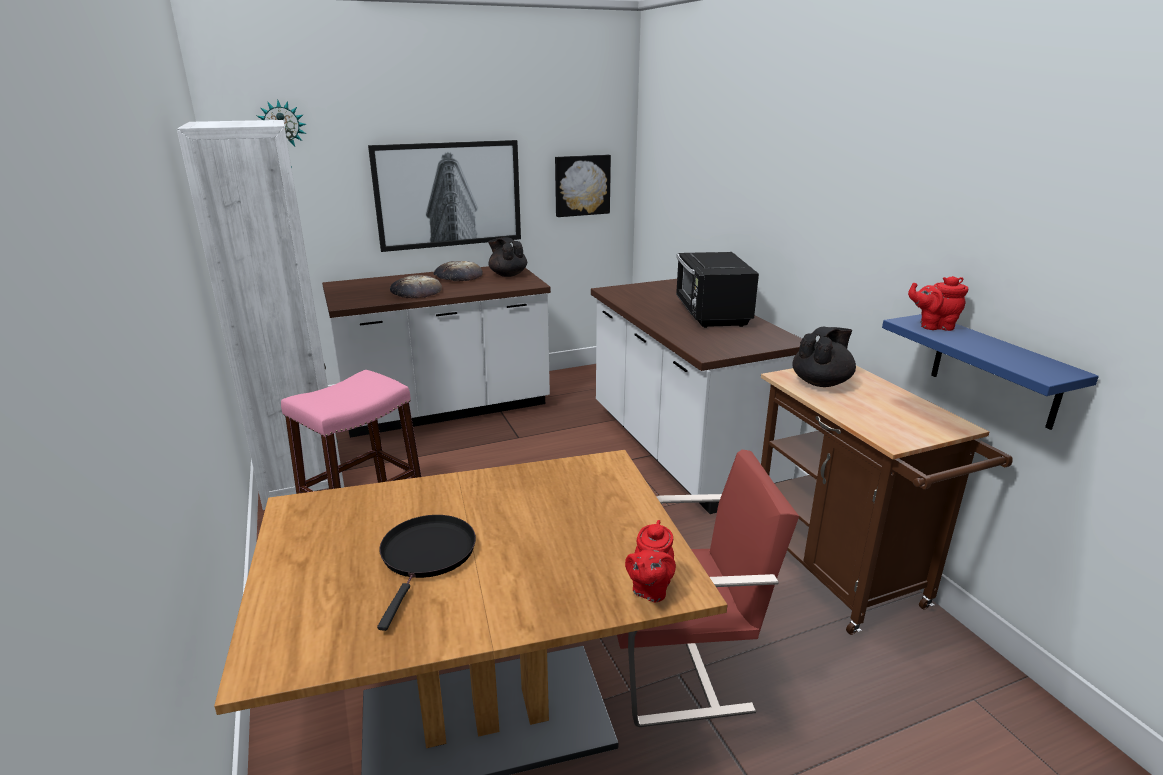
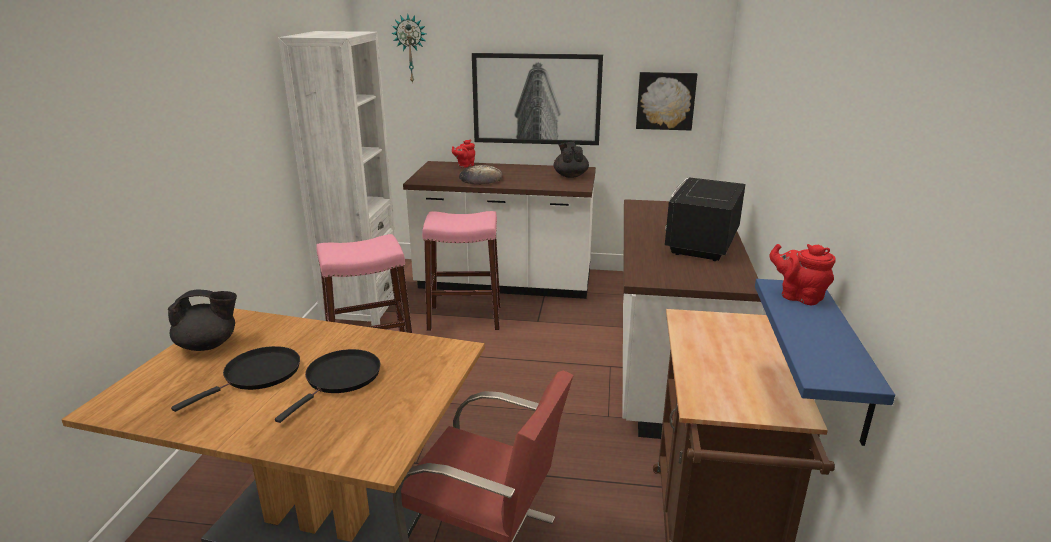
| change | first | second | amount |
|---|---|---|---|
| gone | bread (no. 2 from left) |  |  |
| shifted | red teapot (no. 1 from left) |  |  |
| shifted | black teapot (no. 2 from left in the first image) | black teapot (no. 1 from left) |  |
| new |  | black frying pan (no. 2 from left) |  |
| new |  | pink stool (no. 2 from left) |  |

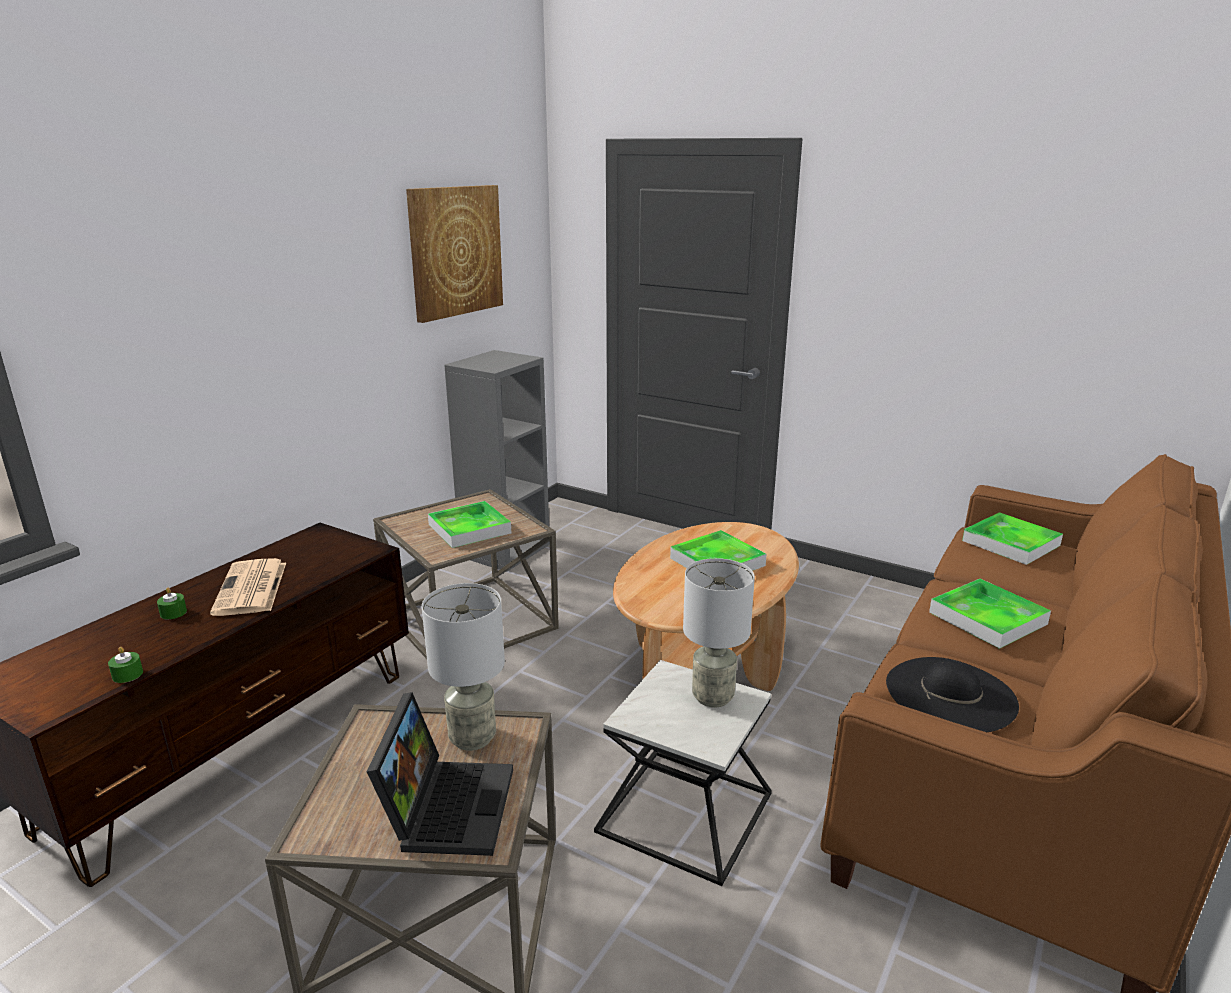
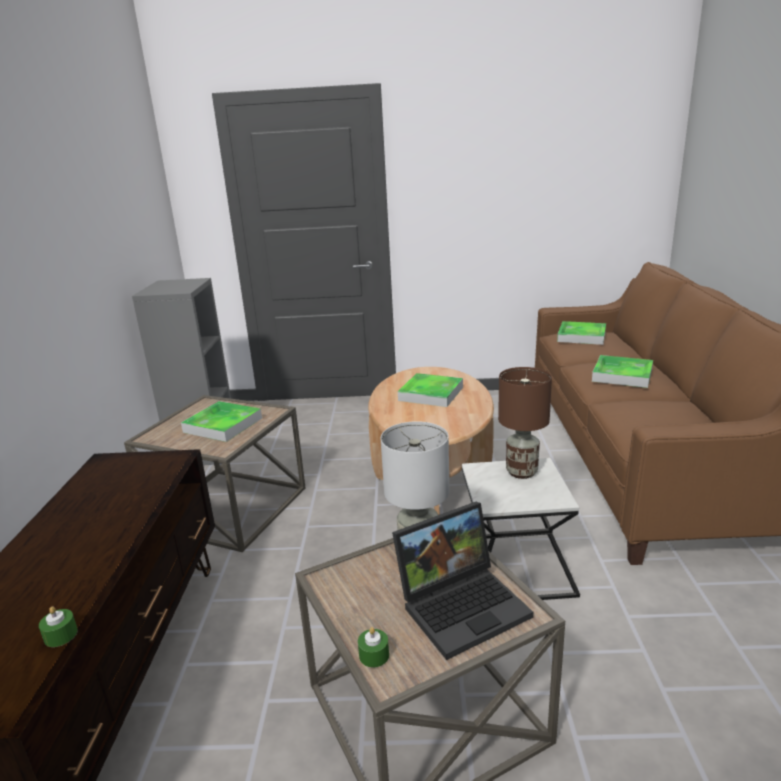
| change | first | second | amount |
|---|---|---|---|
| shifted | green candle (no. 2 from left) |  |  |
| gone | newspaper |  |  |
| rotated | laptop |  | 90 degrees clockwise |
| gone | picture |  |  |
| repainted | grey table lamp (no. 2 from left) | brown table lamp |  |
| gone | black hat |  |  |

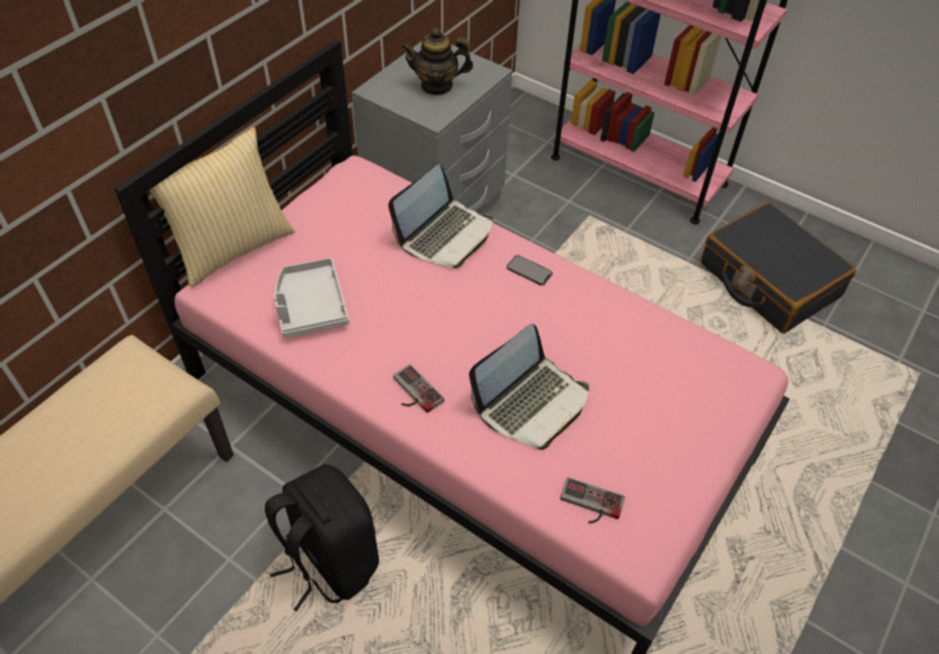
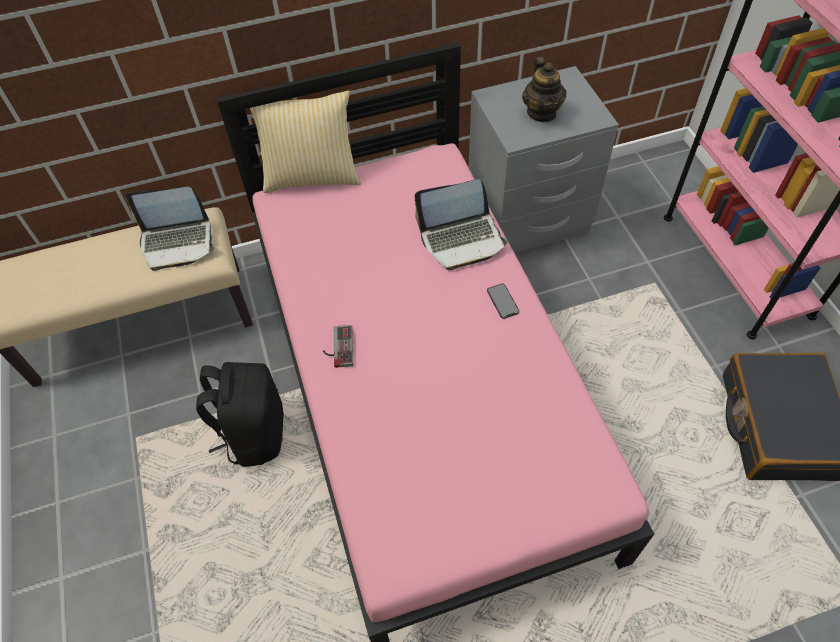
| change | first | second | amount |
|---|---|---|---|
| gone | grey tray |  |  |
| rotated | teapot |  | 135 degrees counterclockwise |
| shifted | laptop (no. 2 from left in the first image) | laptop (no. 1 from left) |  |
| gone | game controller (no. 2 from left) |  |  |

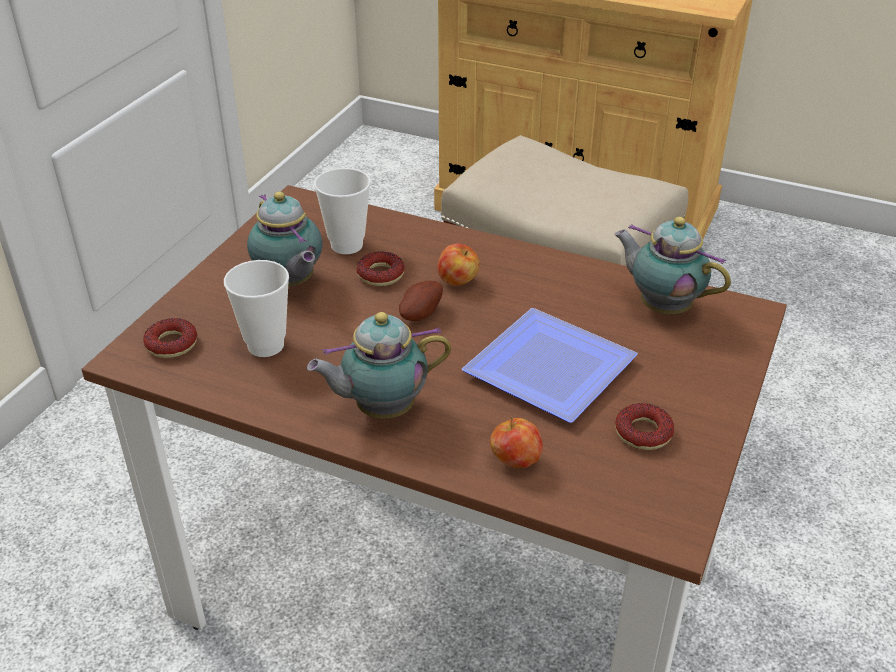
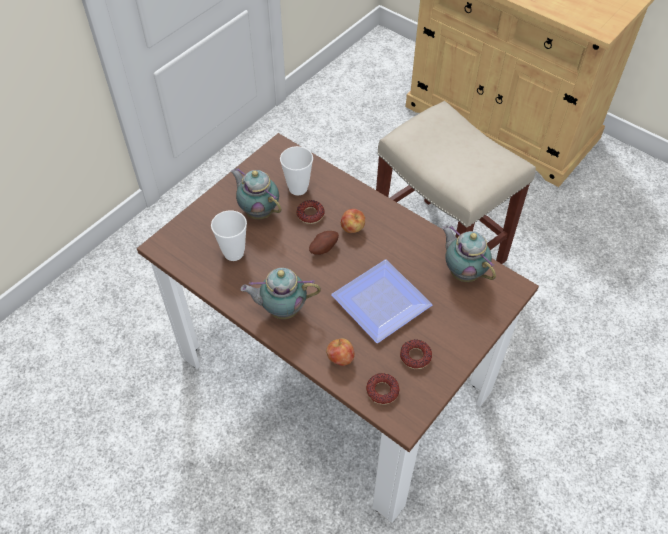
| change | first | second | amount |
|---|---|---|---|
| shifted | donut (no. 1 from left in the first image) | donut (no. 2 from left) |  |
| rotated | teapot (no. 1 from left) |  | 150 degrees clockwise |

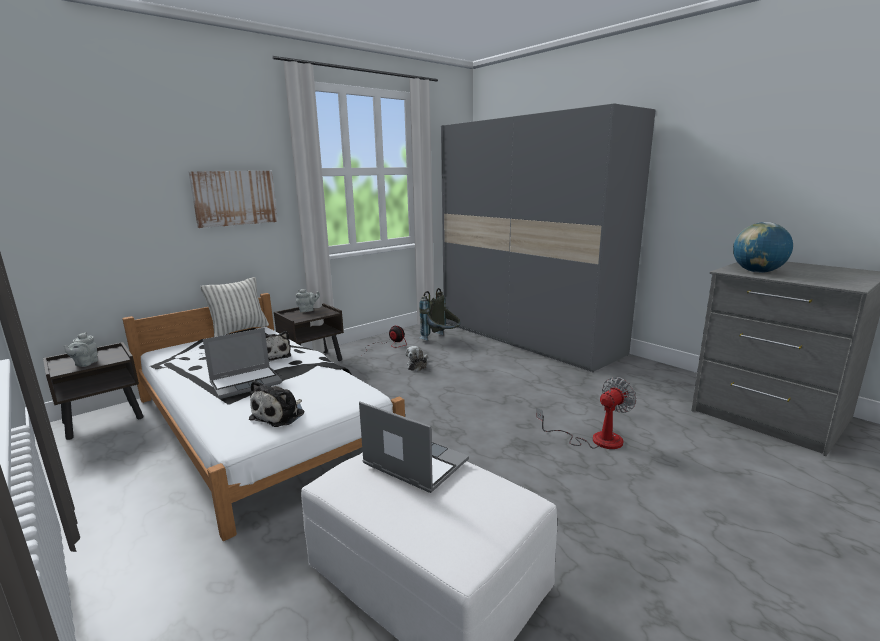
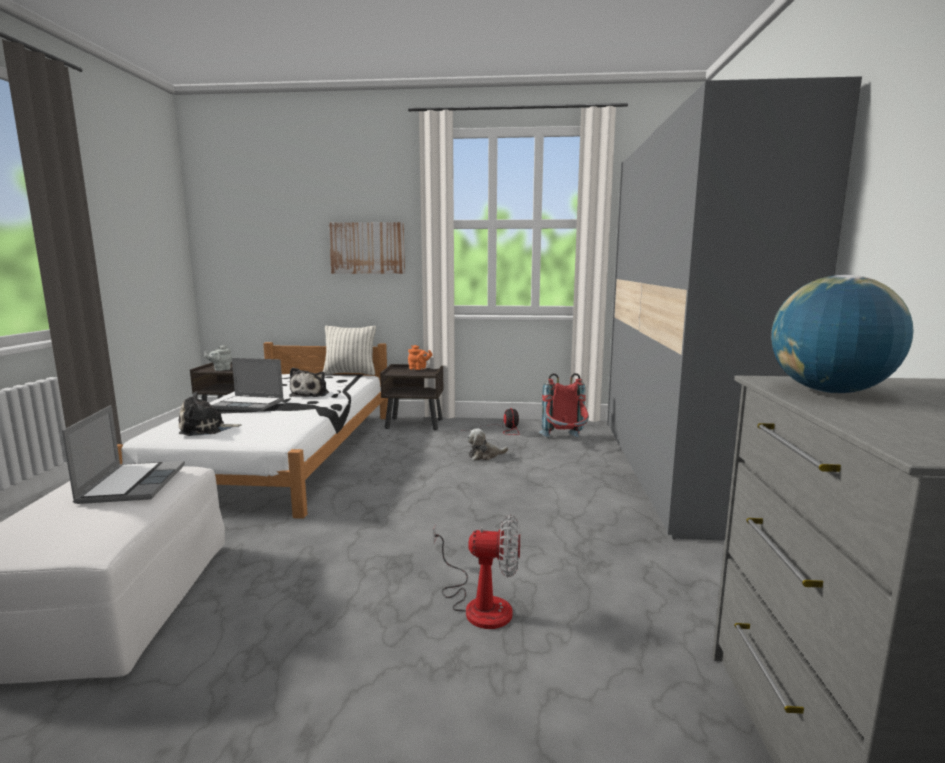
| change | first | second | amount |
|---|---|---|---|
| repainted | grey teapot (no. 2 from left) | orange teapot |  |
| repainted | grey backpack | red backpack |  |

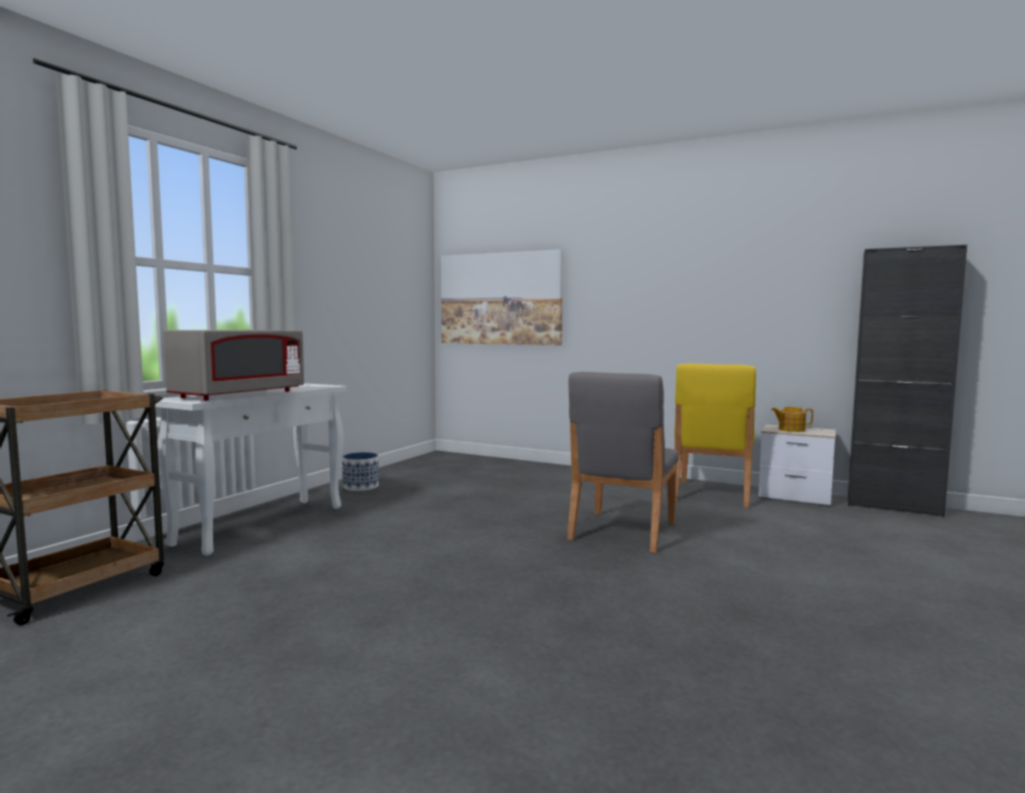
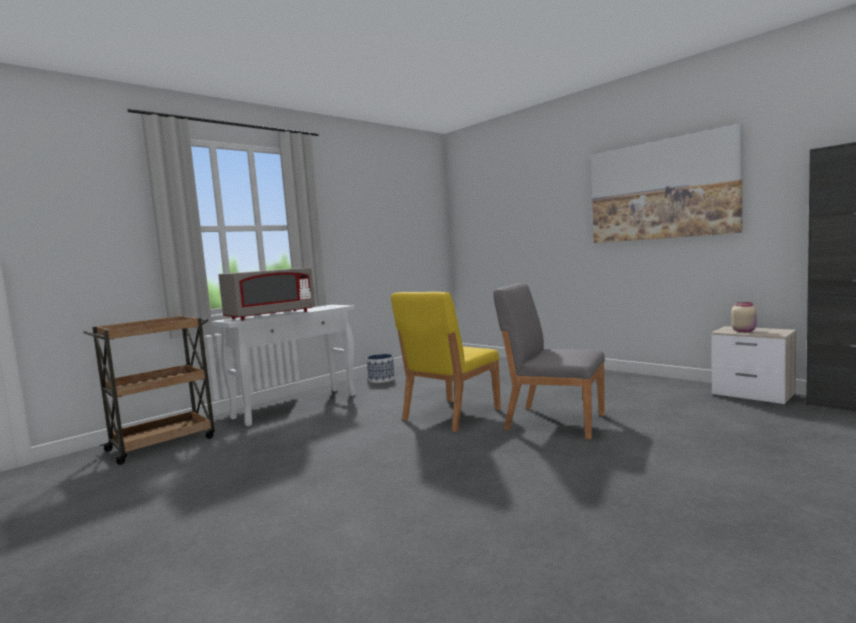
| change | first | second | amount |
|---|---|---|---|
| shifted | picture |  |  |
| rotated | grey chair |  | 75 degrees clockwise |
| shifted | yellow chair |  |  |
| swapped | teapot | beige jar |  |

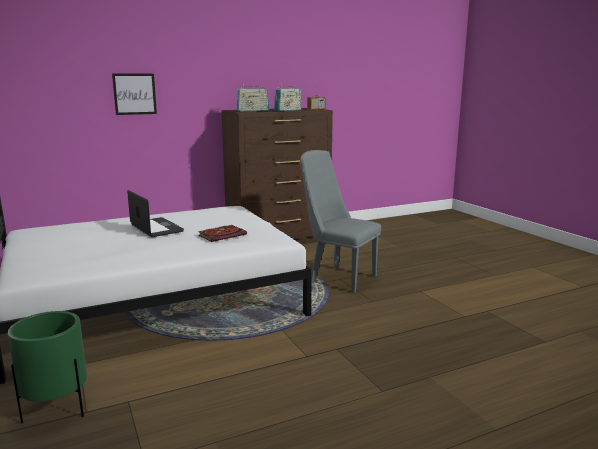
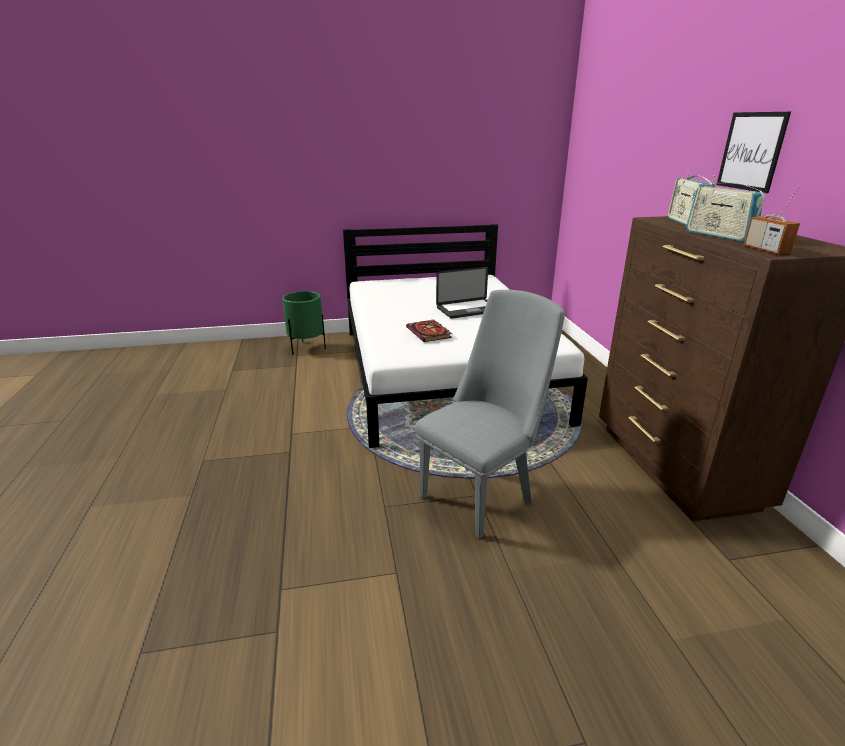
| change | first | second | amount |
|---|---|---|---|
| shifted | picture |  |  |

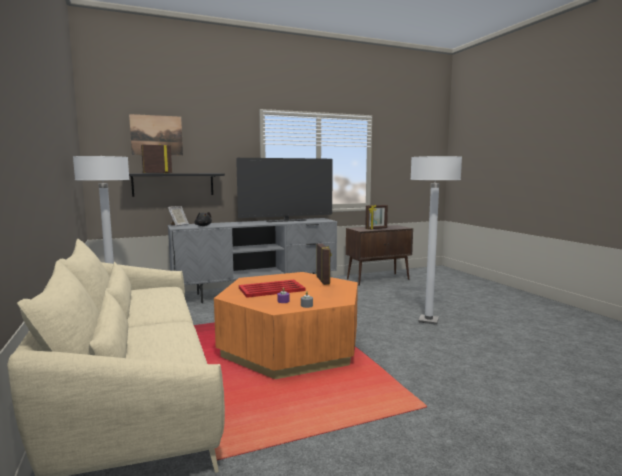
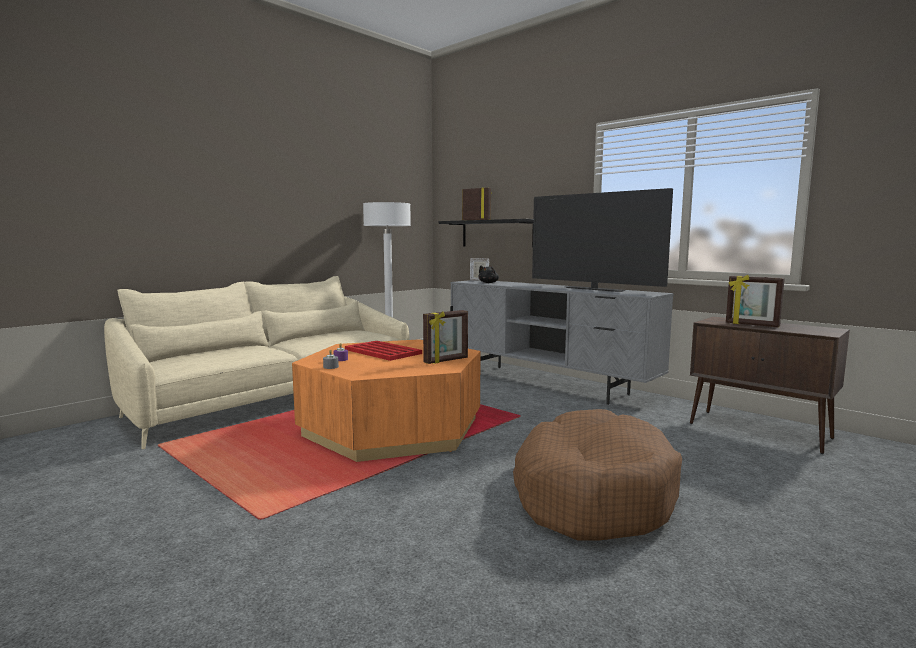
| change | first | second | amount |
|---|---|---|---|
| gone | picture |  |  |
| swapped | white floor lamp (no. 2 from left) | brown dog bed |  |

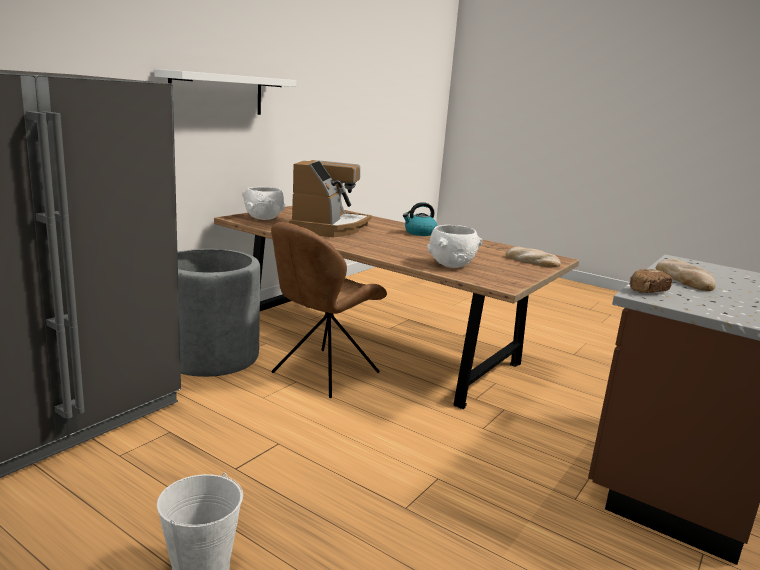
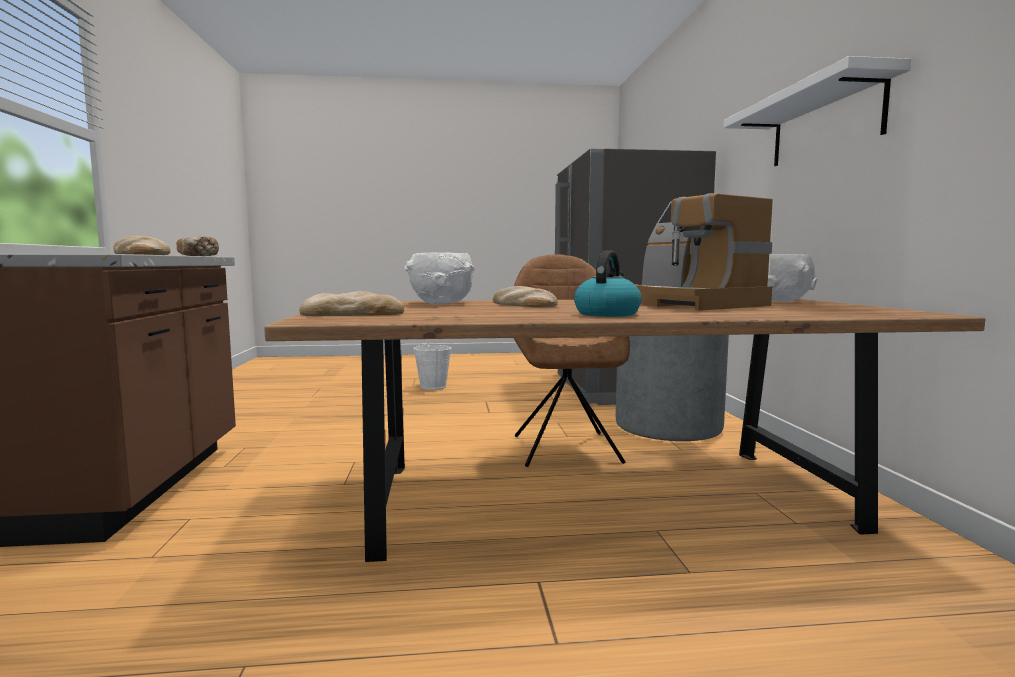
| change | first | second | amount |
|---|---|---|---|
| new |  | bread (no. 4 from left) |  |

